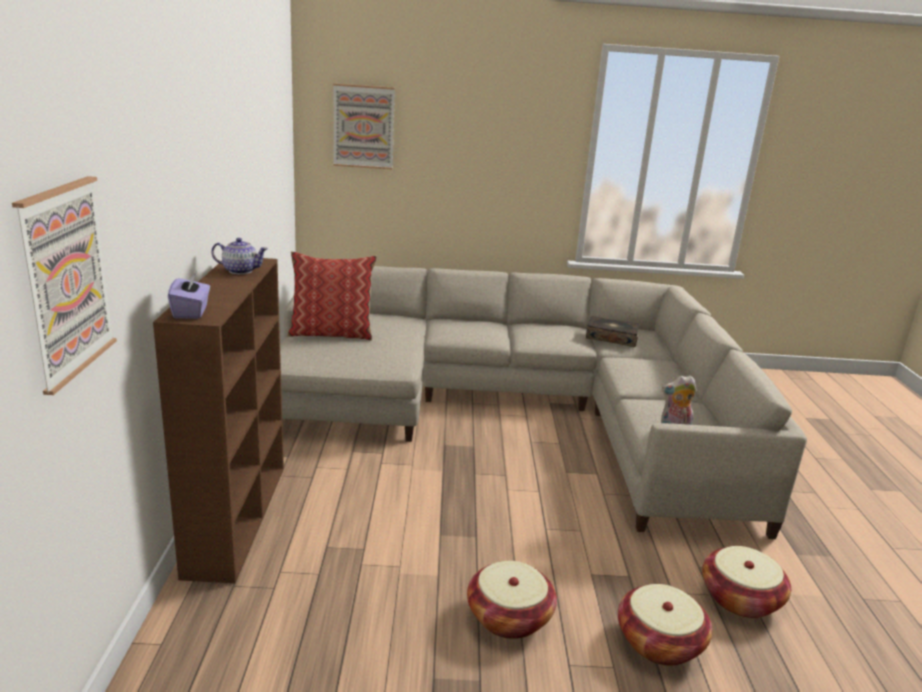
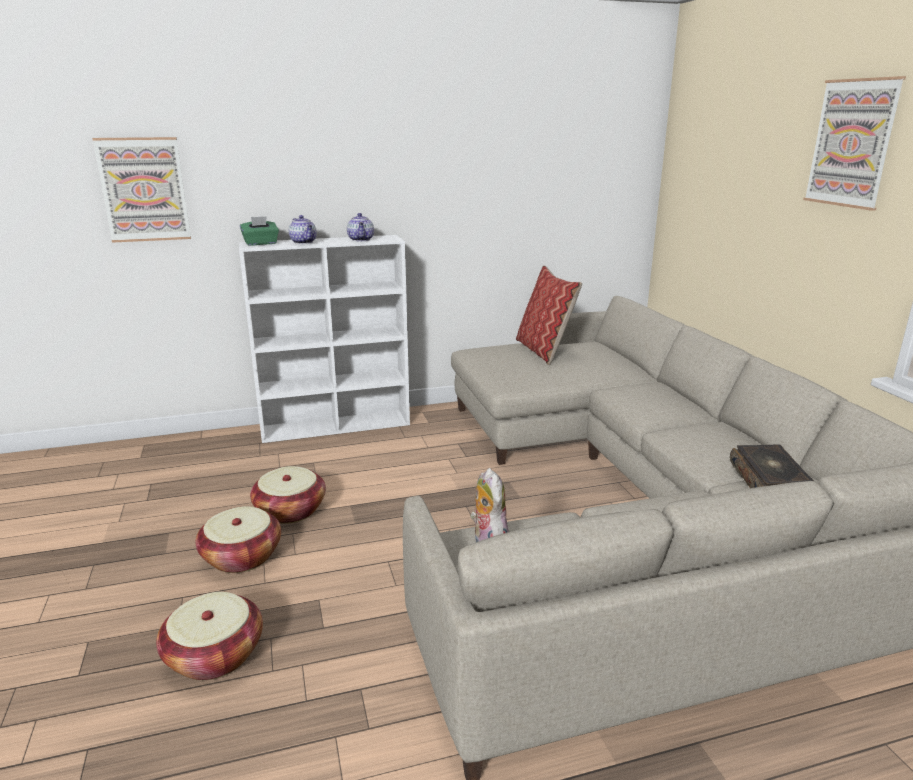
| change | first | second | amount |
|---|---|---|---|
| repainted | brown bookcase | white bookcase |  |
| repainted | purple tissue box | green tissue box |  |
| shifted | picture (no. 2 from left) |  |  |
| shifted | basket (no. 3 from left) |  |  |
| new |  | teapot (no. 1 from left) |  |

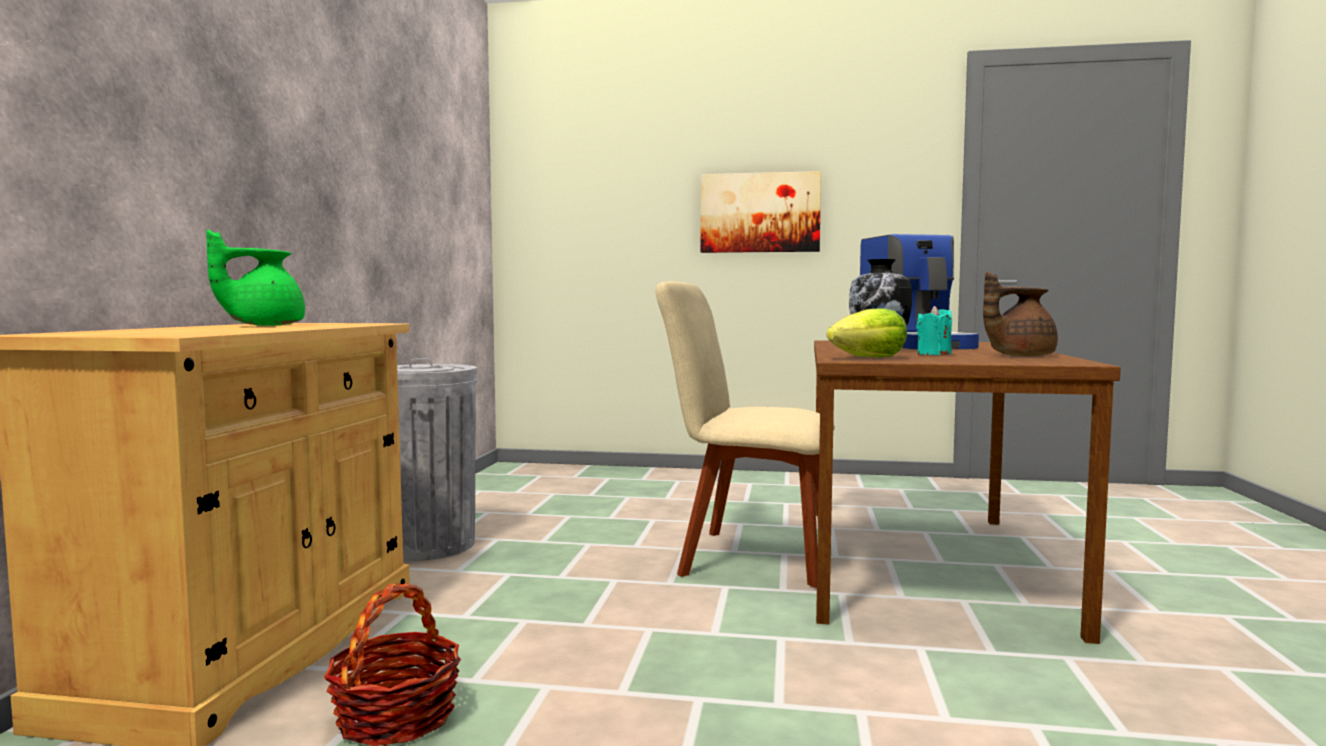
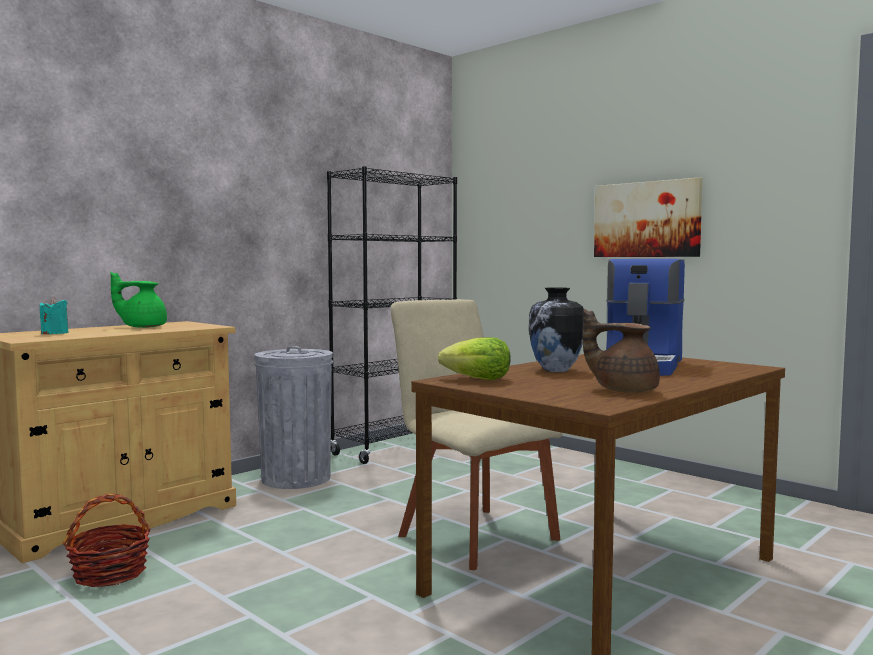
| change | first | second | amount |
|---|---|---|---|
| shifted | turquoise candle |  |  |
| new |  | black bookcase |  |

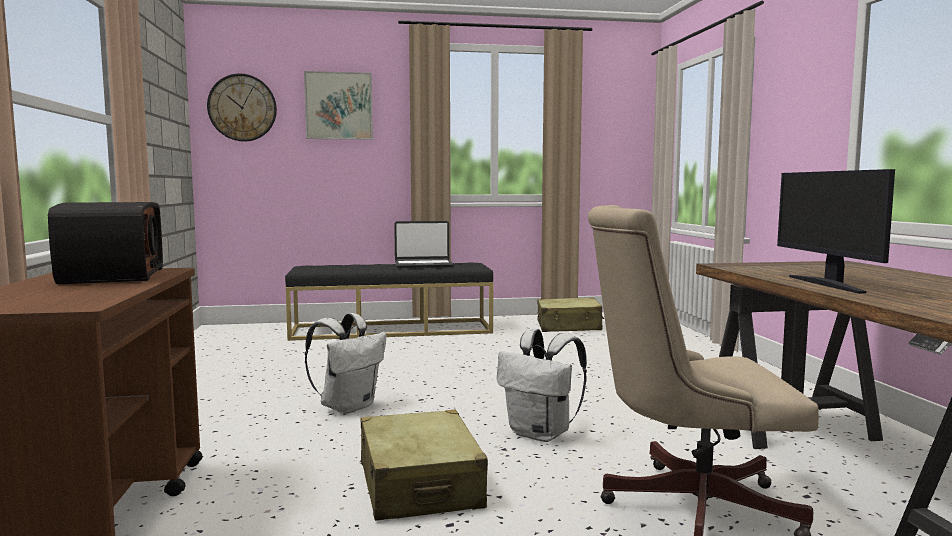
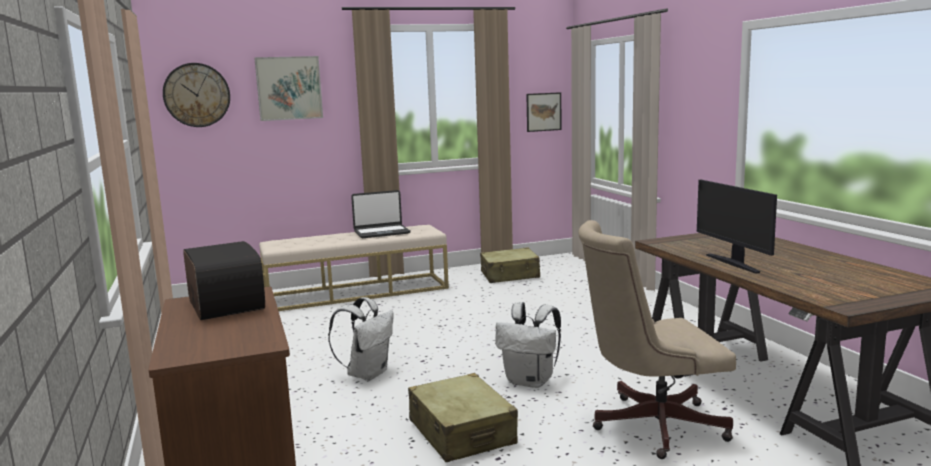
| change | first | second | amount |
|---|---|---|---|
| repainted | black bench | beige bench |  |
| new |  | picture (no. 2 from left) |  |

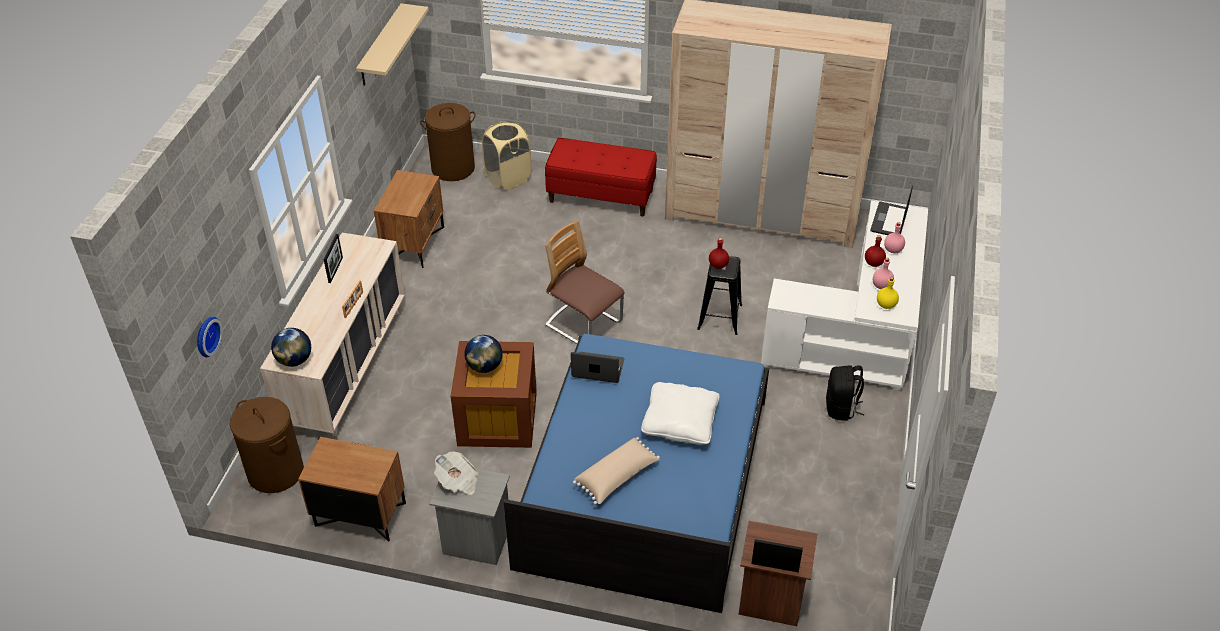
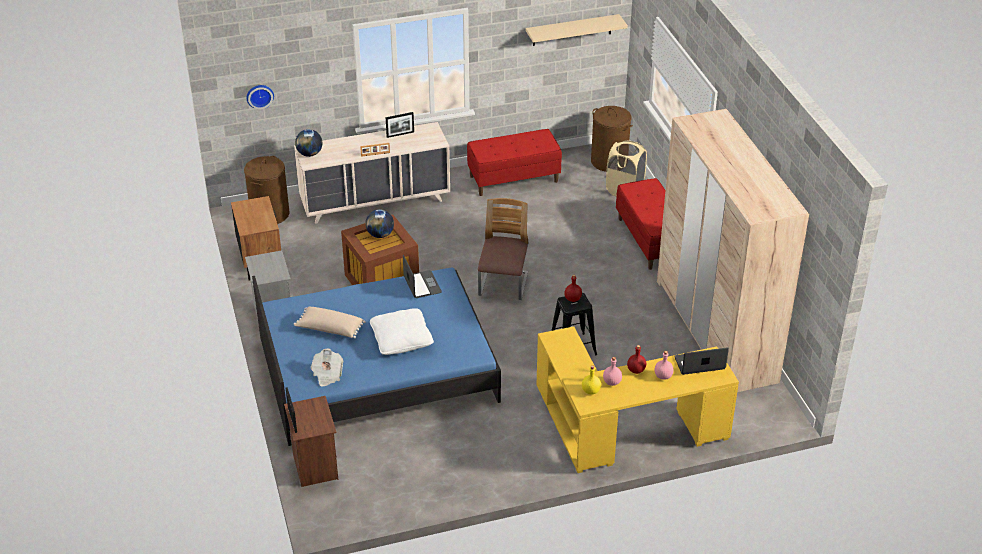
| change | first | second | amount |
|---|---|---|---|
| swapped | brown nightstand (no. 2 from left) | red bench (no. 1 from left) |  |
| shifted | newspaper |  |  |
| repainted | white desk | yellow desk |  |
| gone | black backpack |  |  |

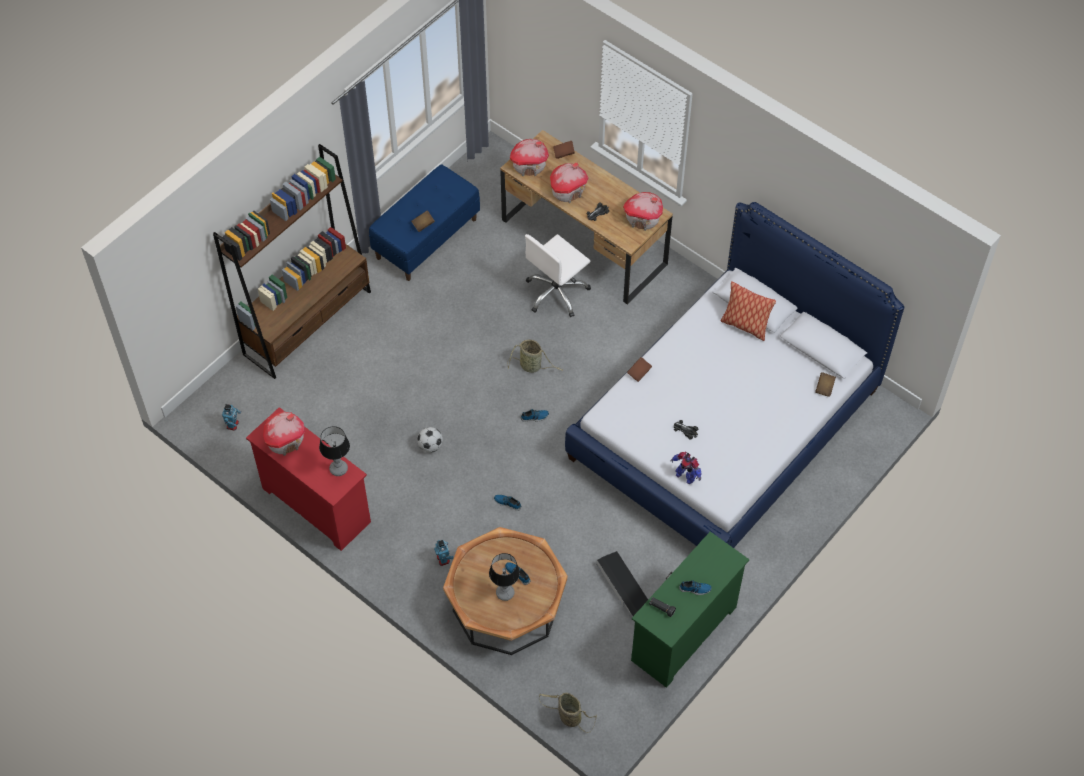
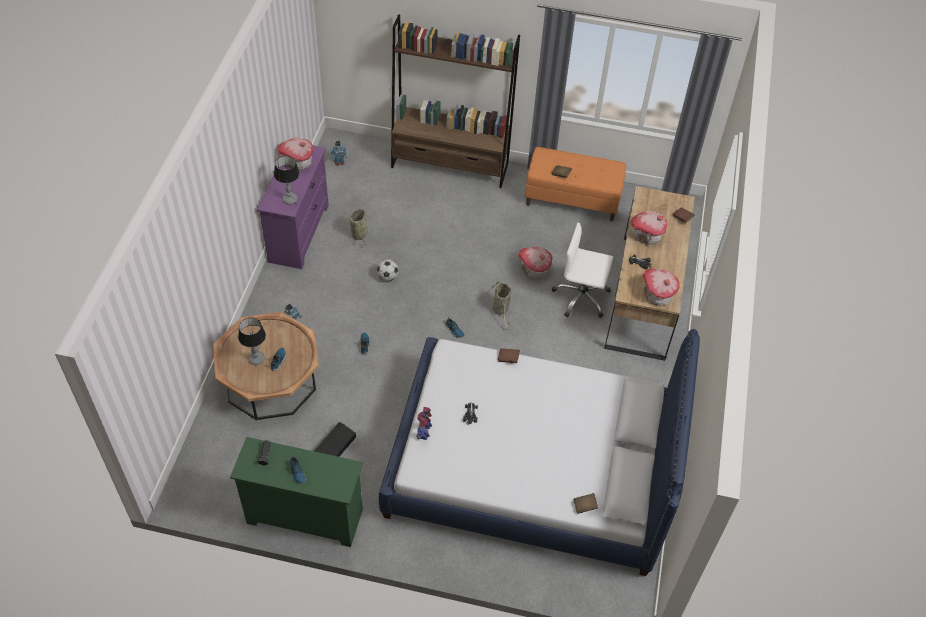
| change | first | second | amount |
|---|---|---|---|
| repainted | red dresser | purple dresser |  |
| repainted | blue bench | orange bench |  |
| shifted | toy house (no. 2 from left) |  |  |
| shifted | basket (no. 2 from left in the first image) | basket (no. 1 from left) |  |
| gone | pillow |  |  |

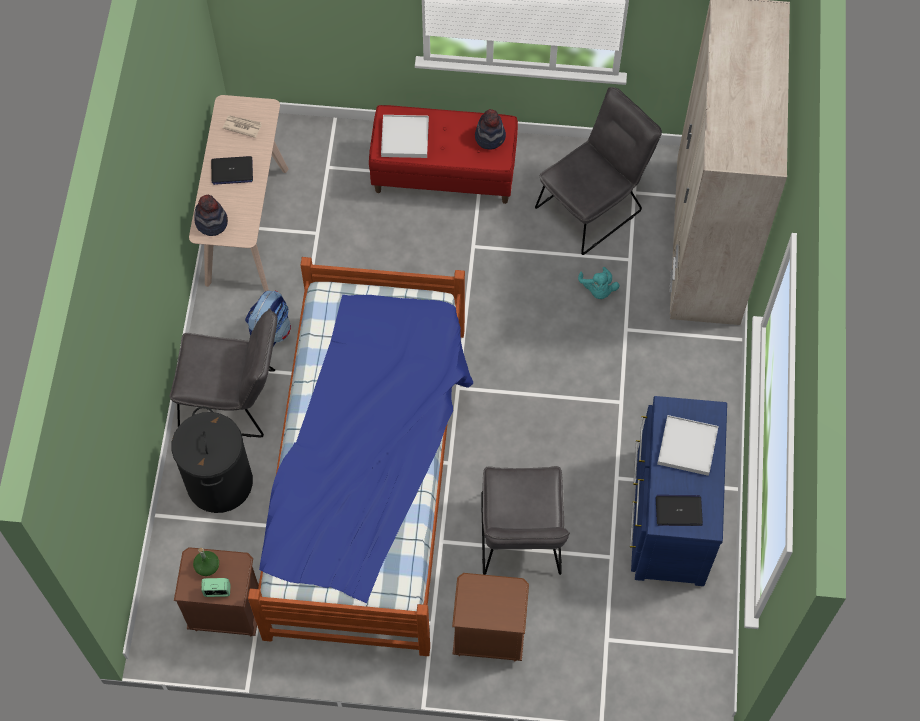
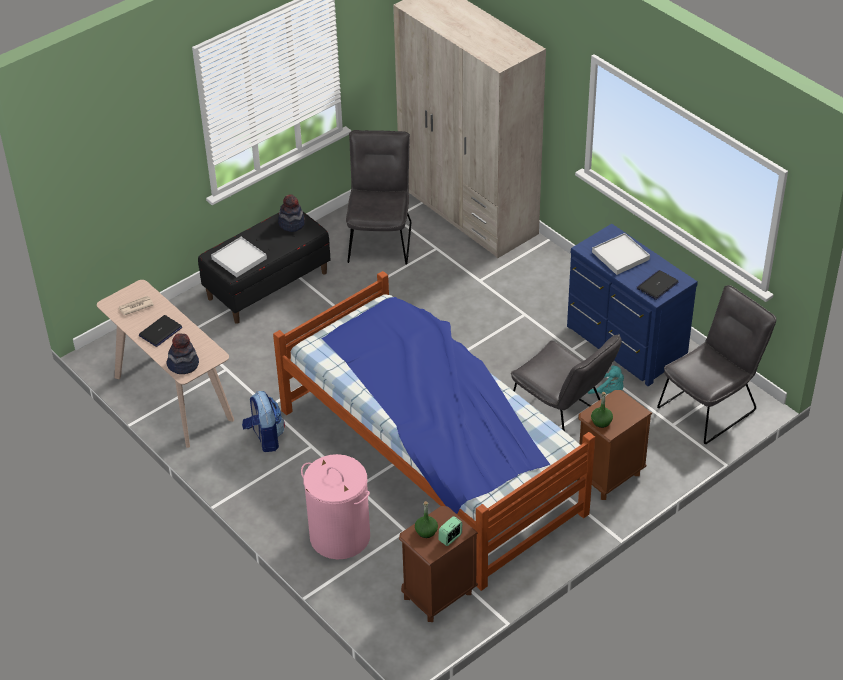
| change | first | second | amount |
|---|---|---|---|
| shifted | grey chair (no. 1 from left in the first image) | grey chair (no. 3 from left) |  |
| repainted | black laundry basket | pink laundry basket |  |
| repainted | red bench | black bench |  |
| shifted | turquoise plush toy |  |  |
| new |  | green bottle (no. 2 from left) |  |

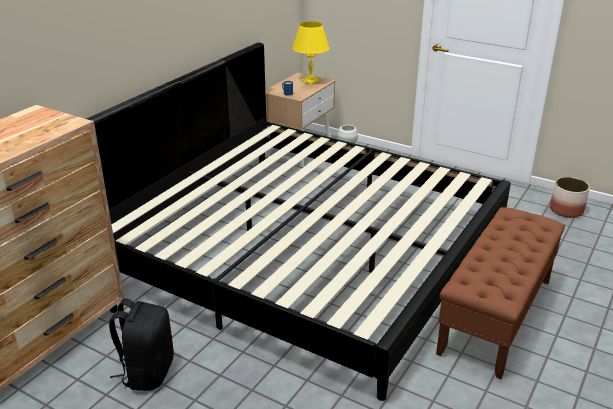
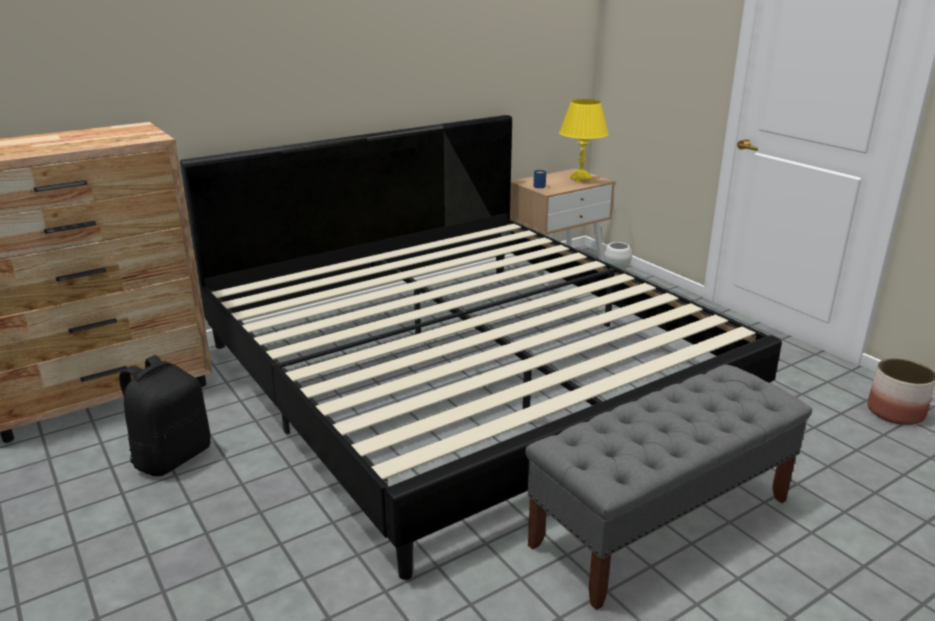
| change | first | second | amount |
|---|---|---|---|
| repainted | brown bench | grey bench |  |

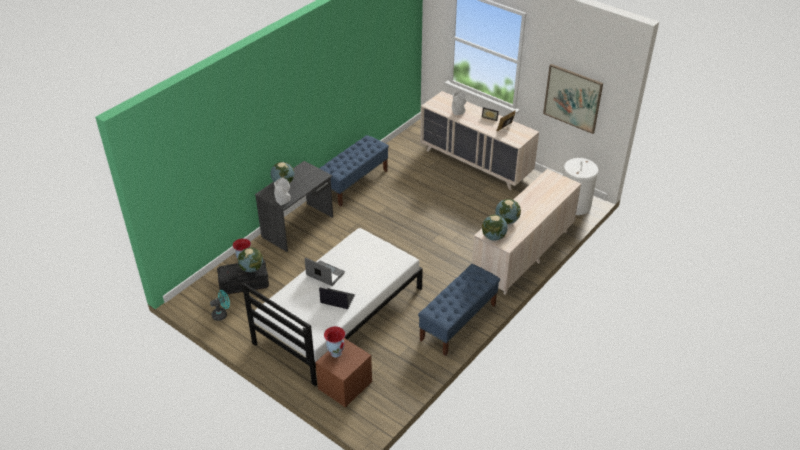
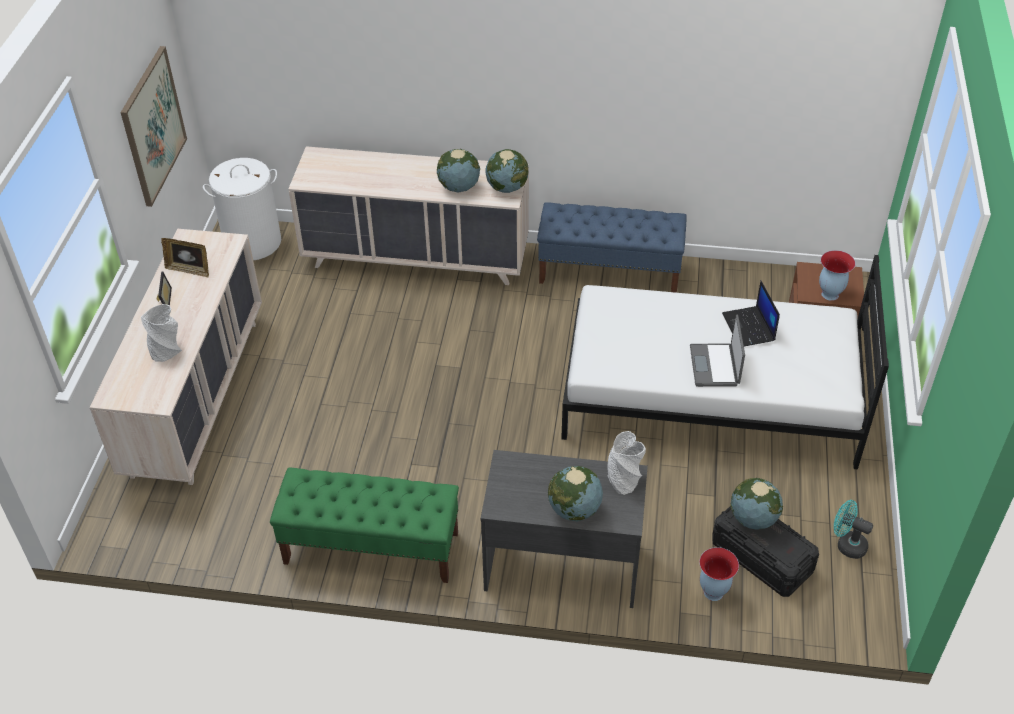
| change | first | second | amount |
|---|---|---|---|
| repainted | blue bench (no. 1 from left) | green bench |  |

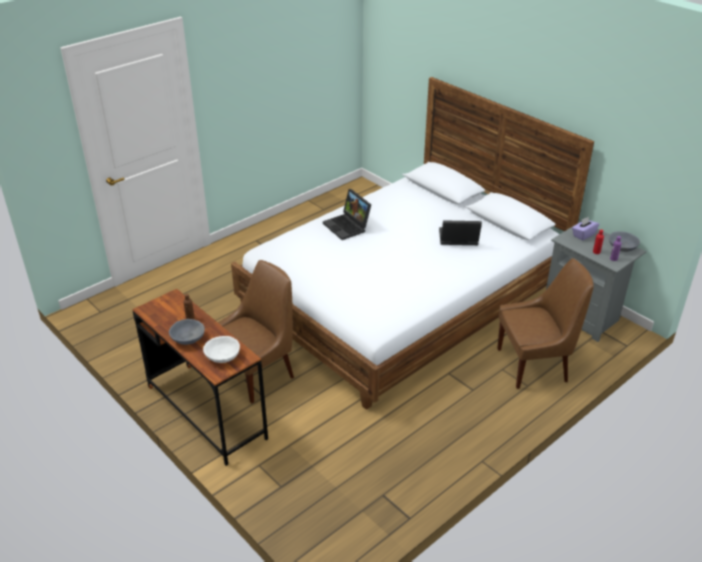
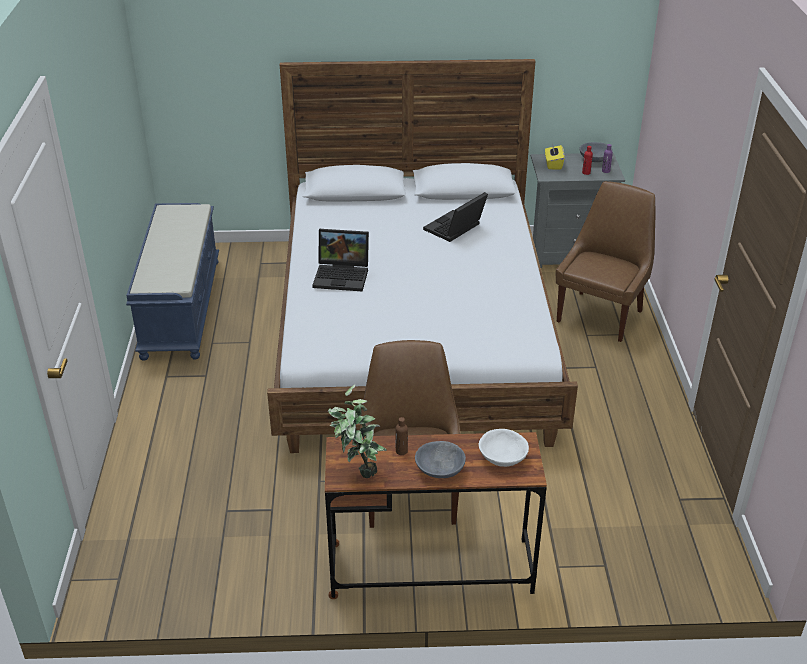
| change | first | second | amount |
|---|---|---|---|
| repainted | purple tissue box | yellow tissue box |  |
| new |  | blue bench |  |
| new |  | potted plant |  |

